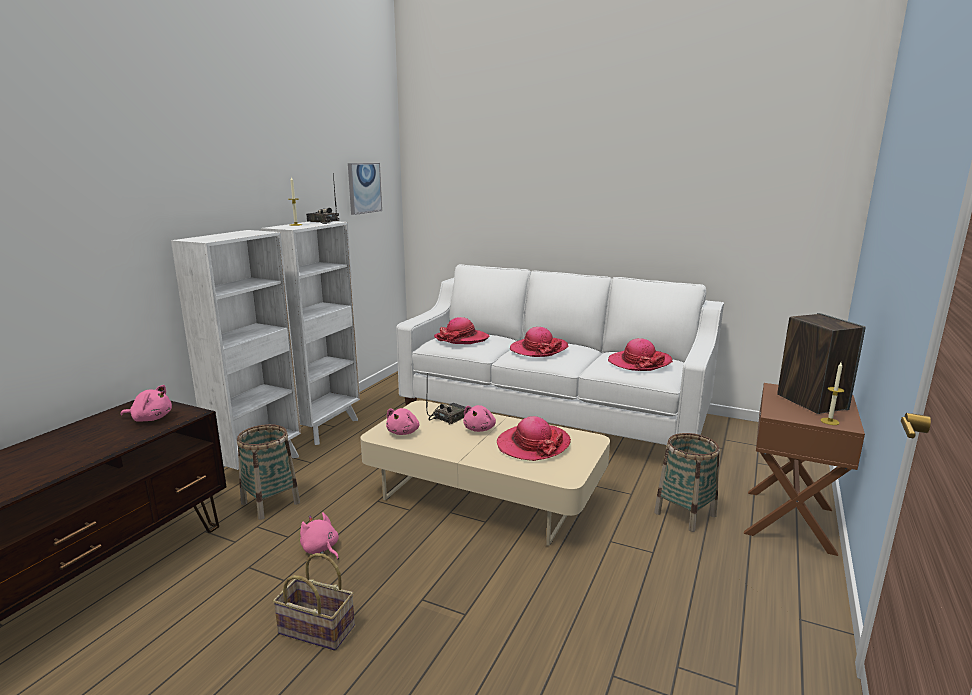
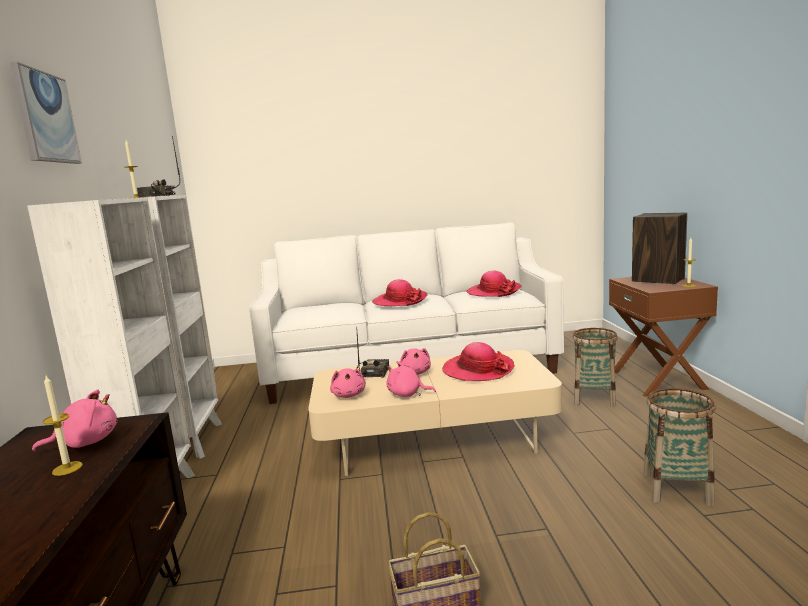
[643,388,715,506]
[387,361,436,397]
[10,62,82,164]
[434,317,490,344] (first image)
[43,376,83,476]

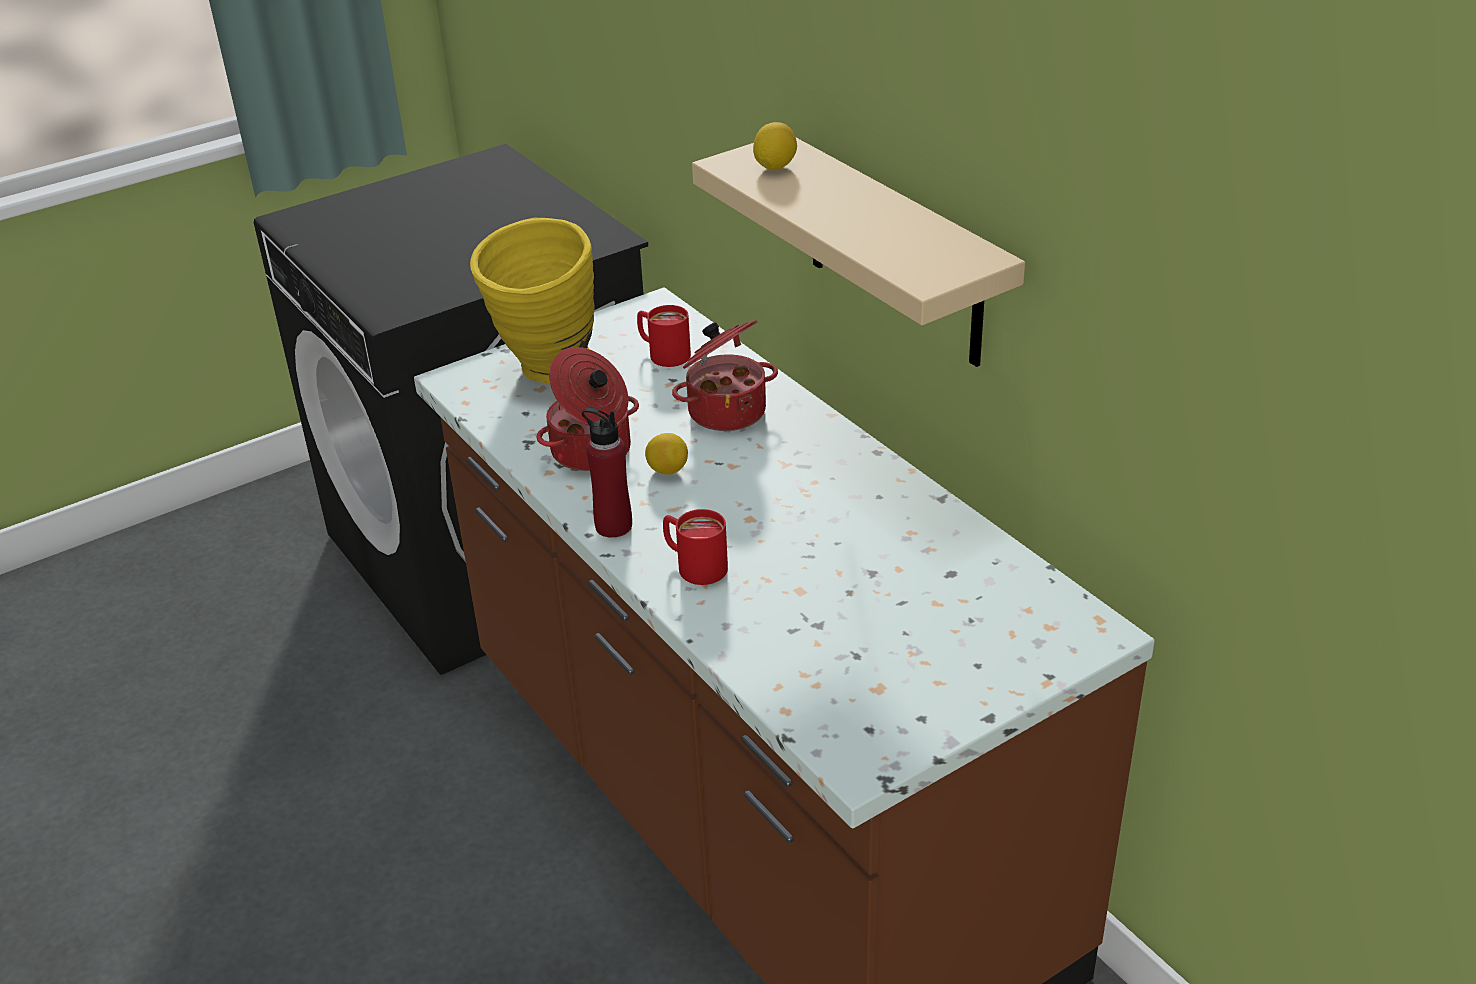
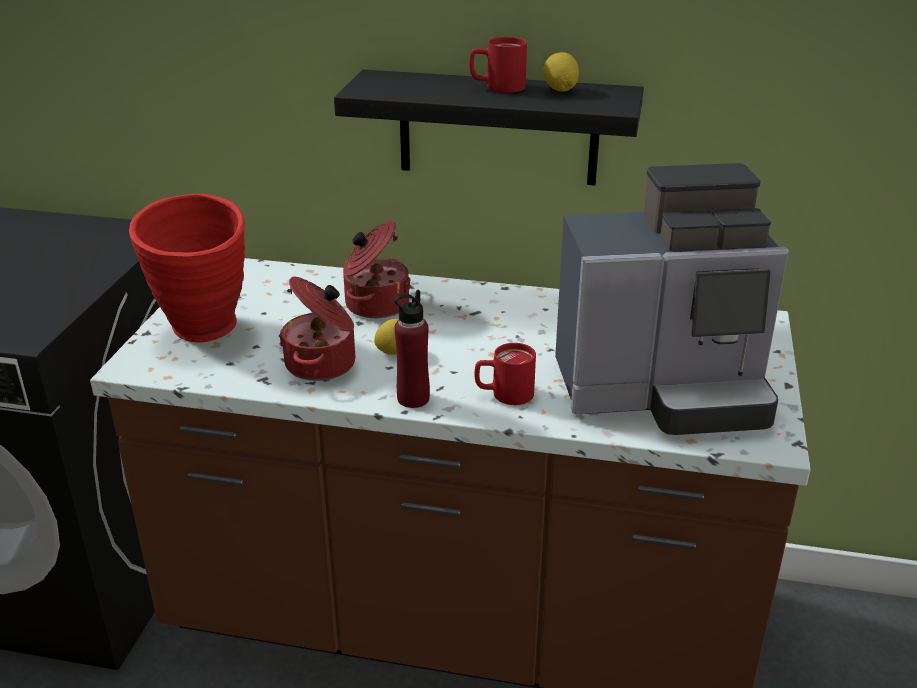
[129,193,245,343]
[469,37,527,93]
[334,70,644,186]
[543,52,579,92]
[555,163,789,435]

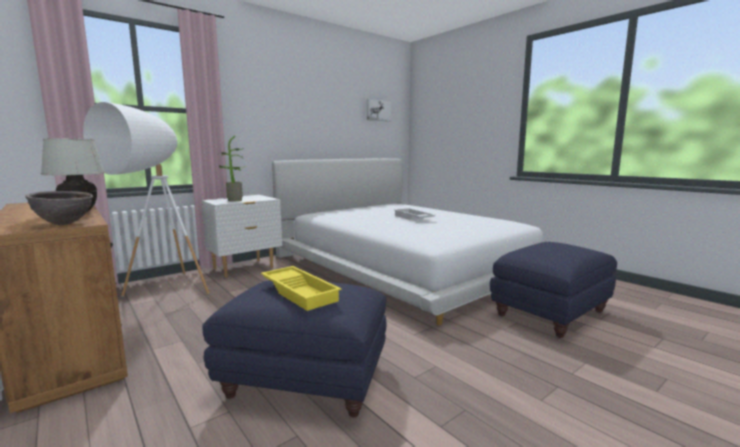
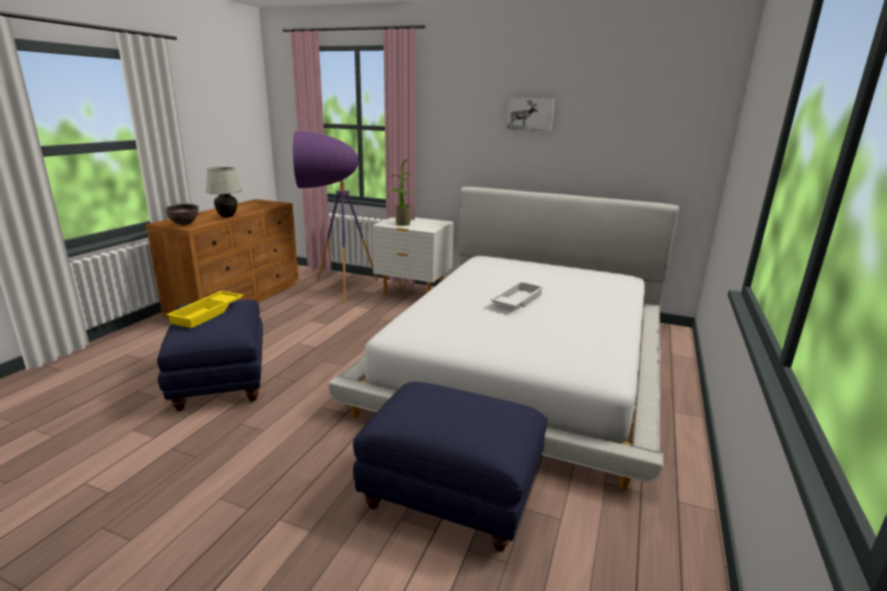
[293,131,378,302]
[507,98,554,131]

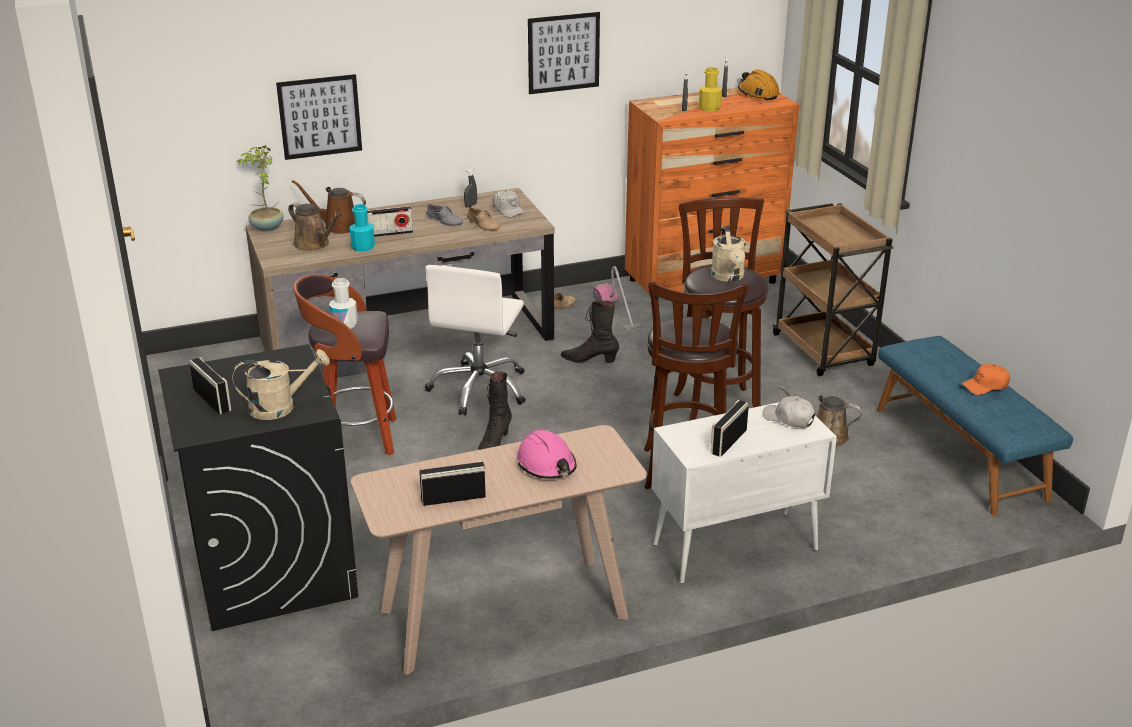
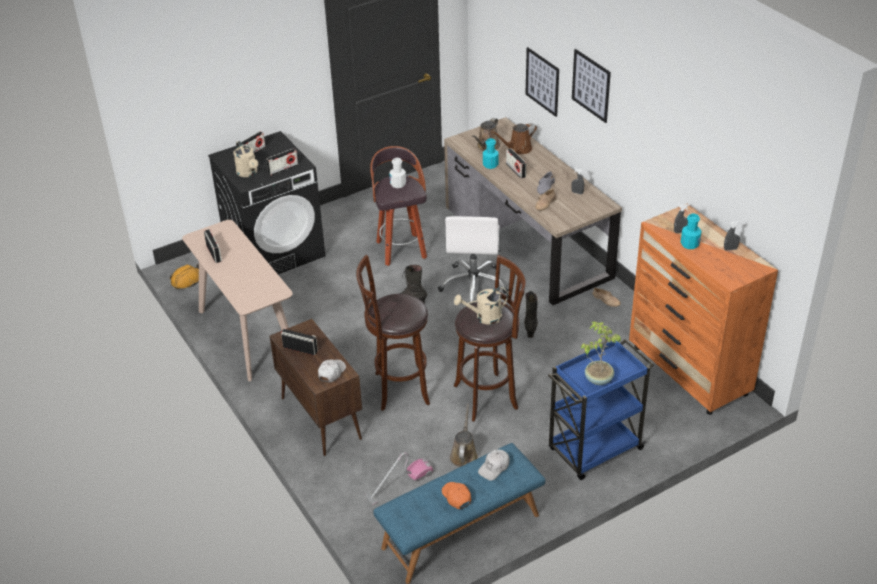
[581,321,622,385]
[491,123,537,154]
[438,216,509,304]
[478,450,510,481]
[517,430,577,479] (first image)
[572,49,611,123]
[365,453,434,505]
[269,319,362,456]
[680,214,702,249]
[170,264,199,289]
[548,339,654,480]
[266,148,298,176]

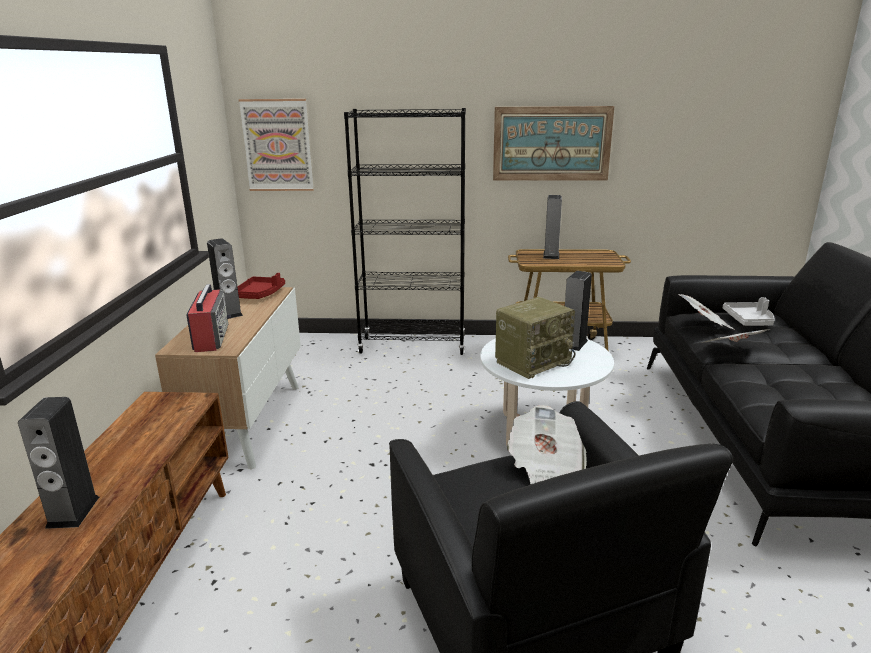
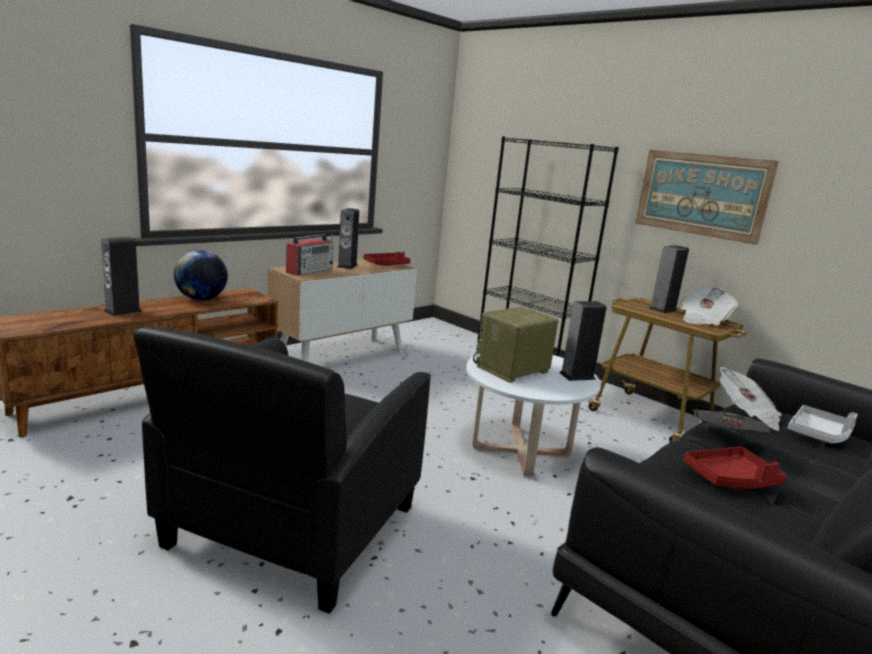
[239,99,314,191] (first image)
[473,307,558,383]
[681,287,738,325]
[174,250,228,300]
[683,447,787,489]

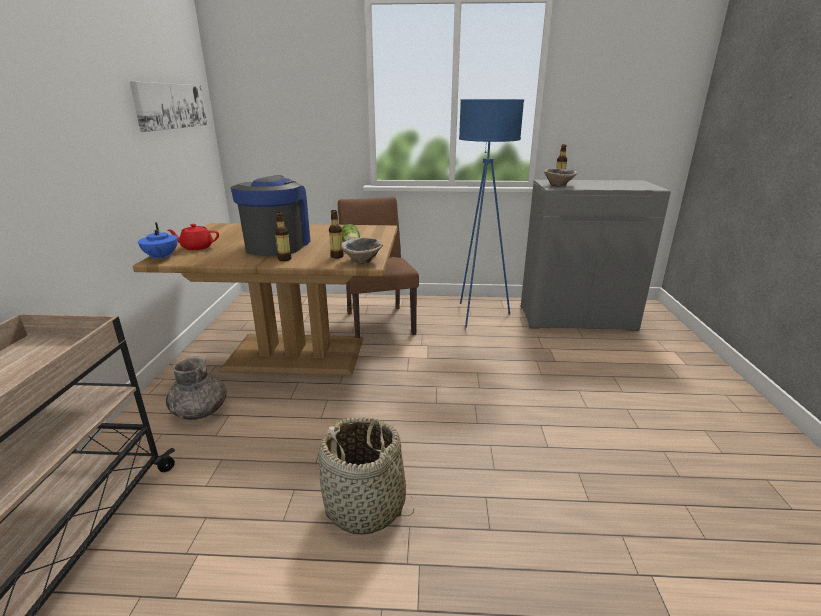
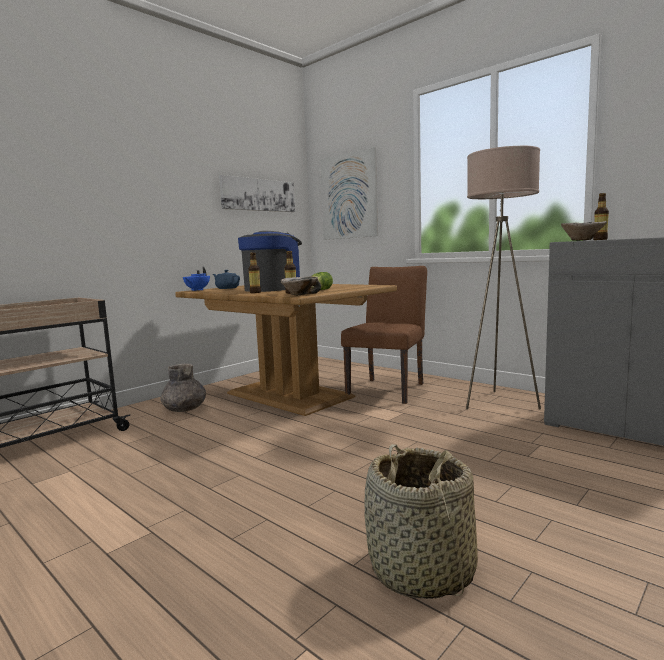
[213,270,240,289]
[364,444,478,599]
[466,146,541,409]
[320,147,378,240]

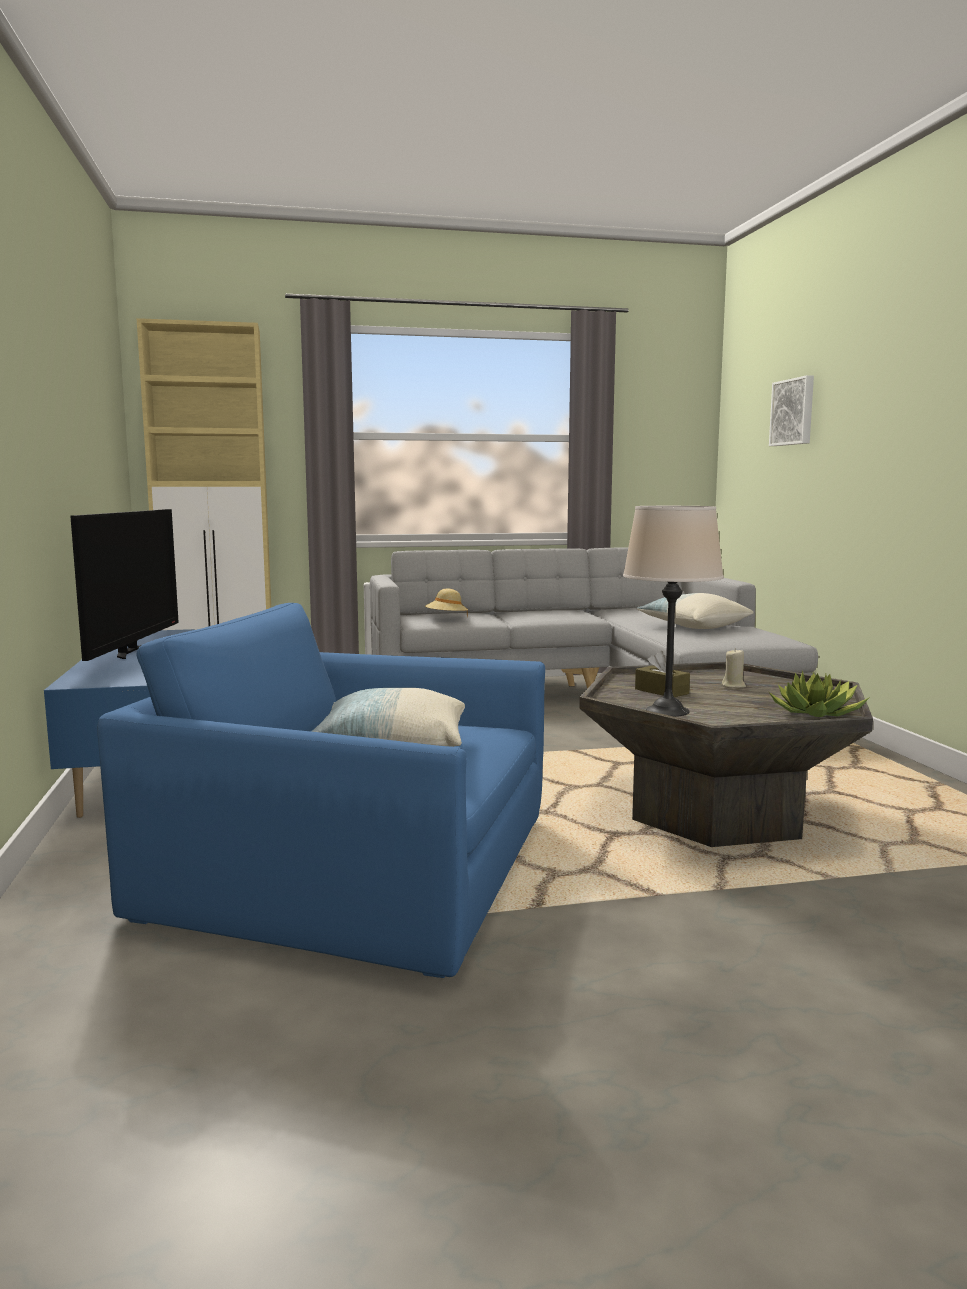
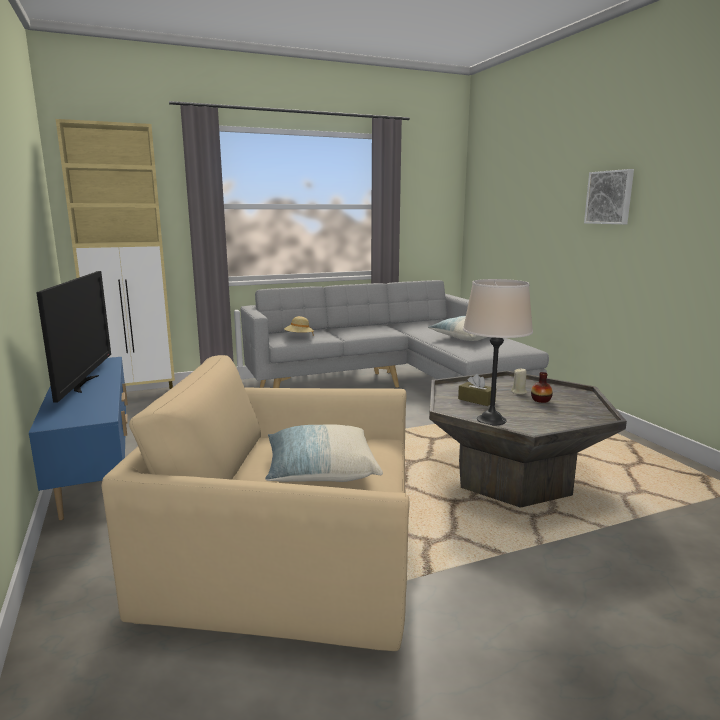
[102,355,410,651]
[584,169,634,224]
[769,671,870,717] (first image)
[531,372,553,403]

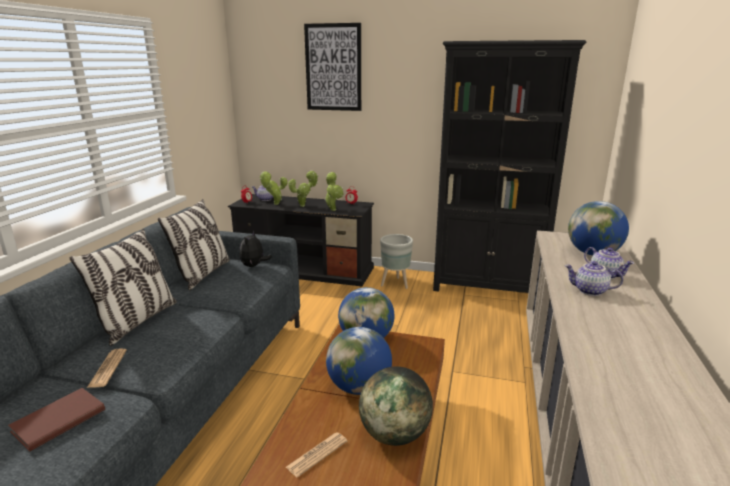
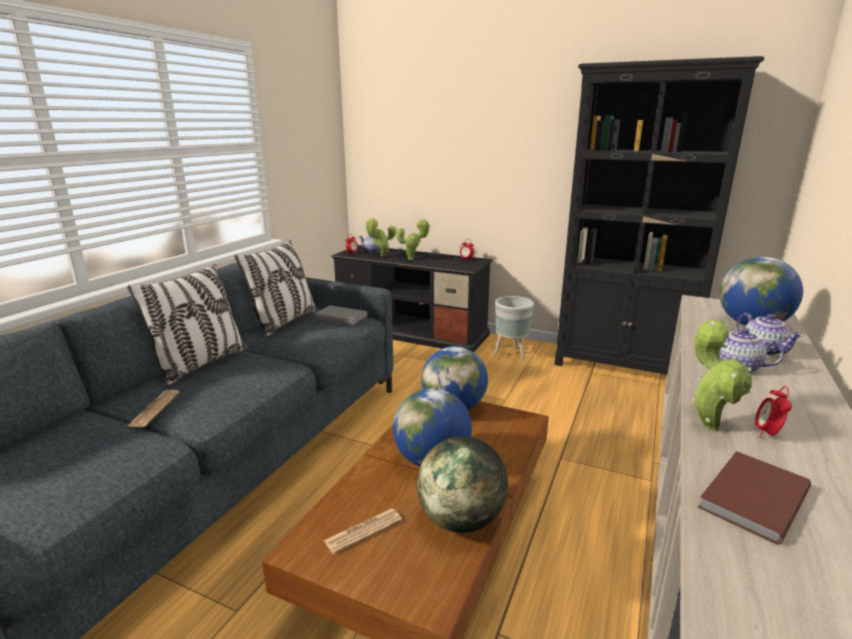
[698,451,811,545]
[314,305,368,325]
[304,23,361,111] (first image)
[691,320,752,431]
[755,386,792,438]

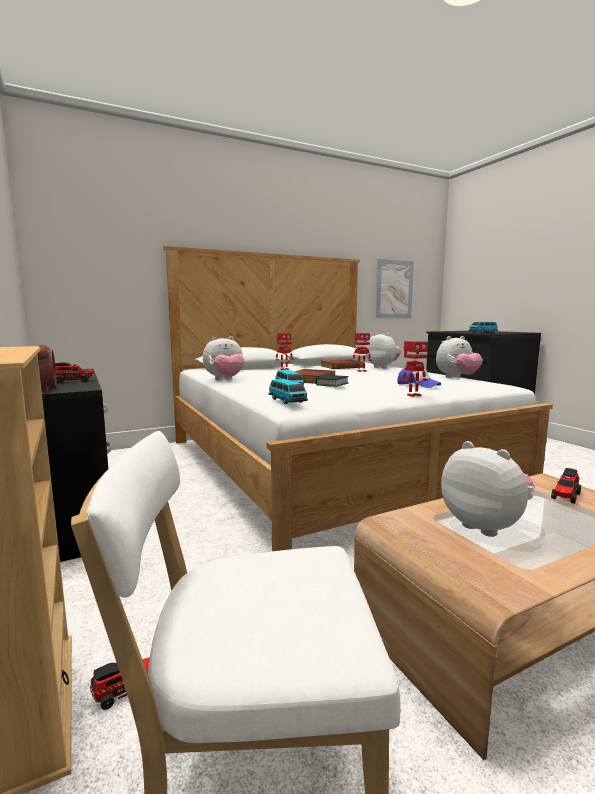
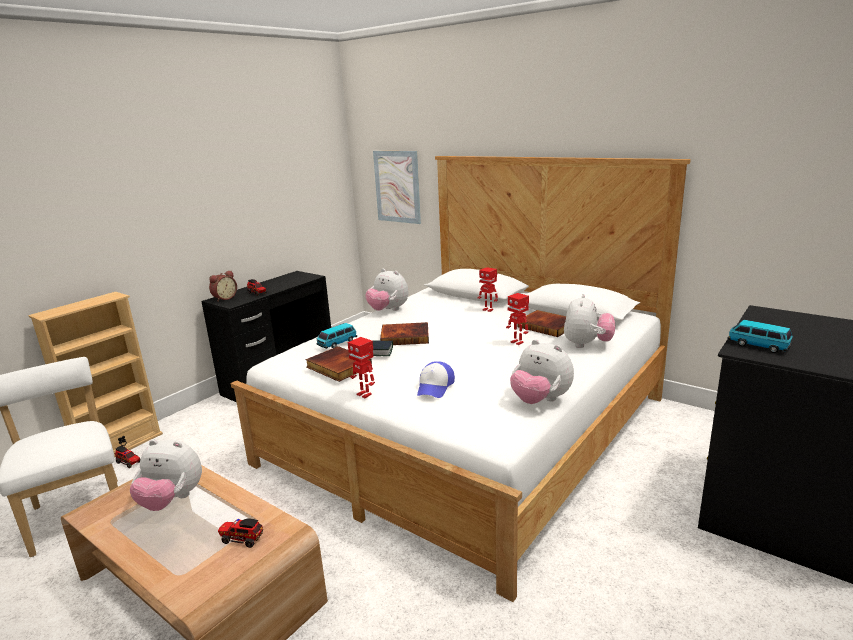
[269,379,308,404] (first image)
[373,151,421,224]
[130,439,202,511]
[306,346,372,382]

